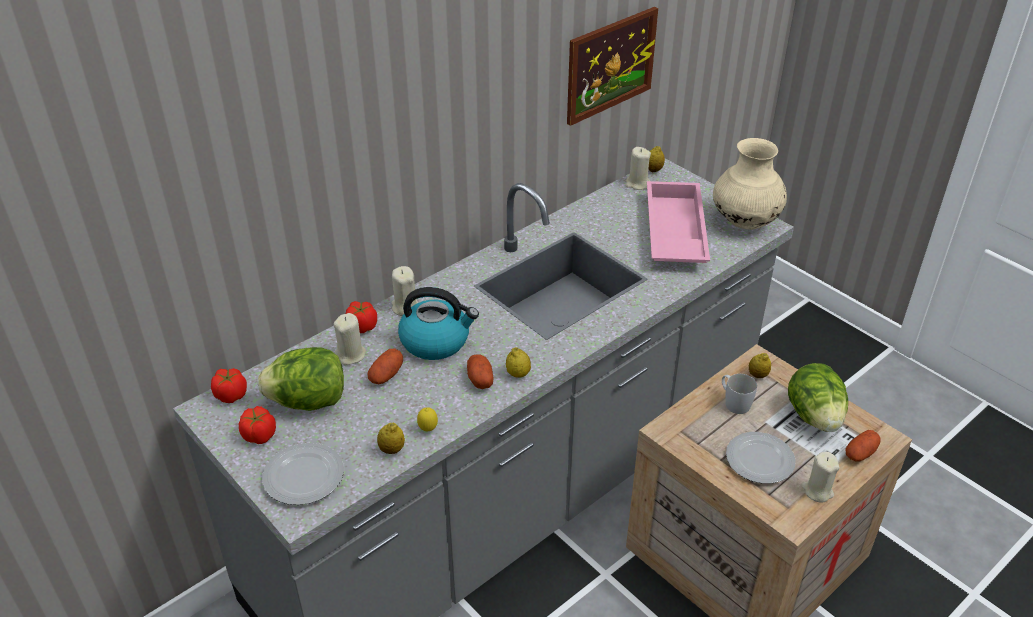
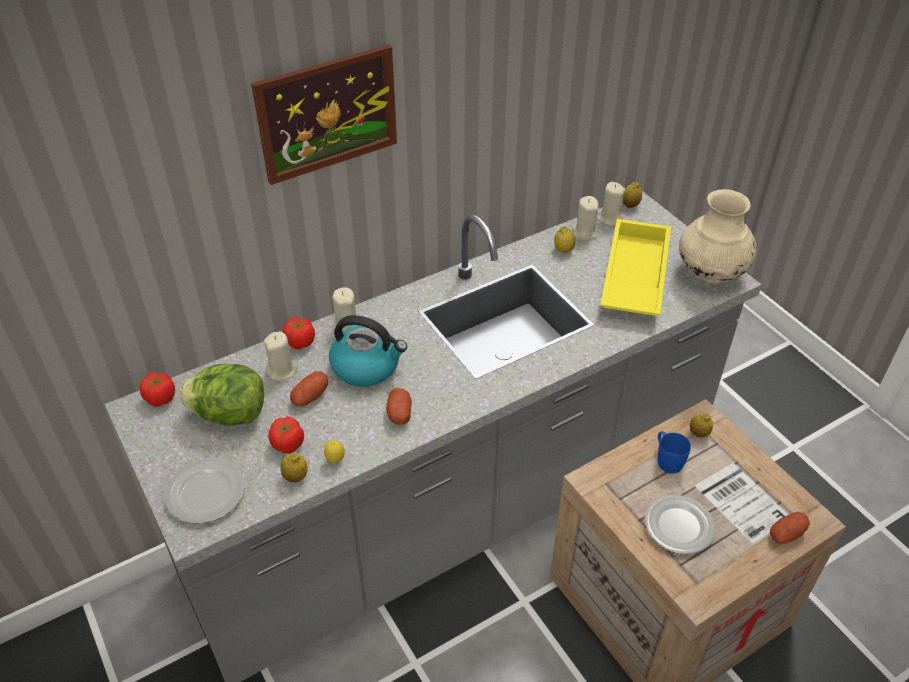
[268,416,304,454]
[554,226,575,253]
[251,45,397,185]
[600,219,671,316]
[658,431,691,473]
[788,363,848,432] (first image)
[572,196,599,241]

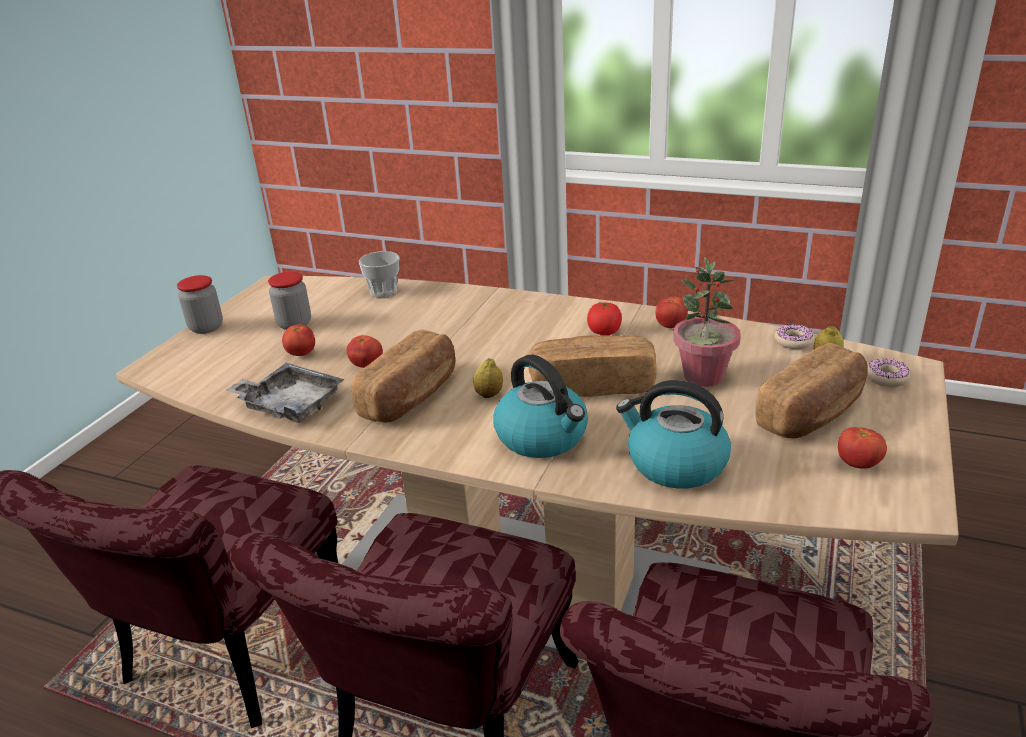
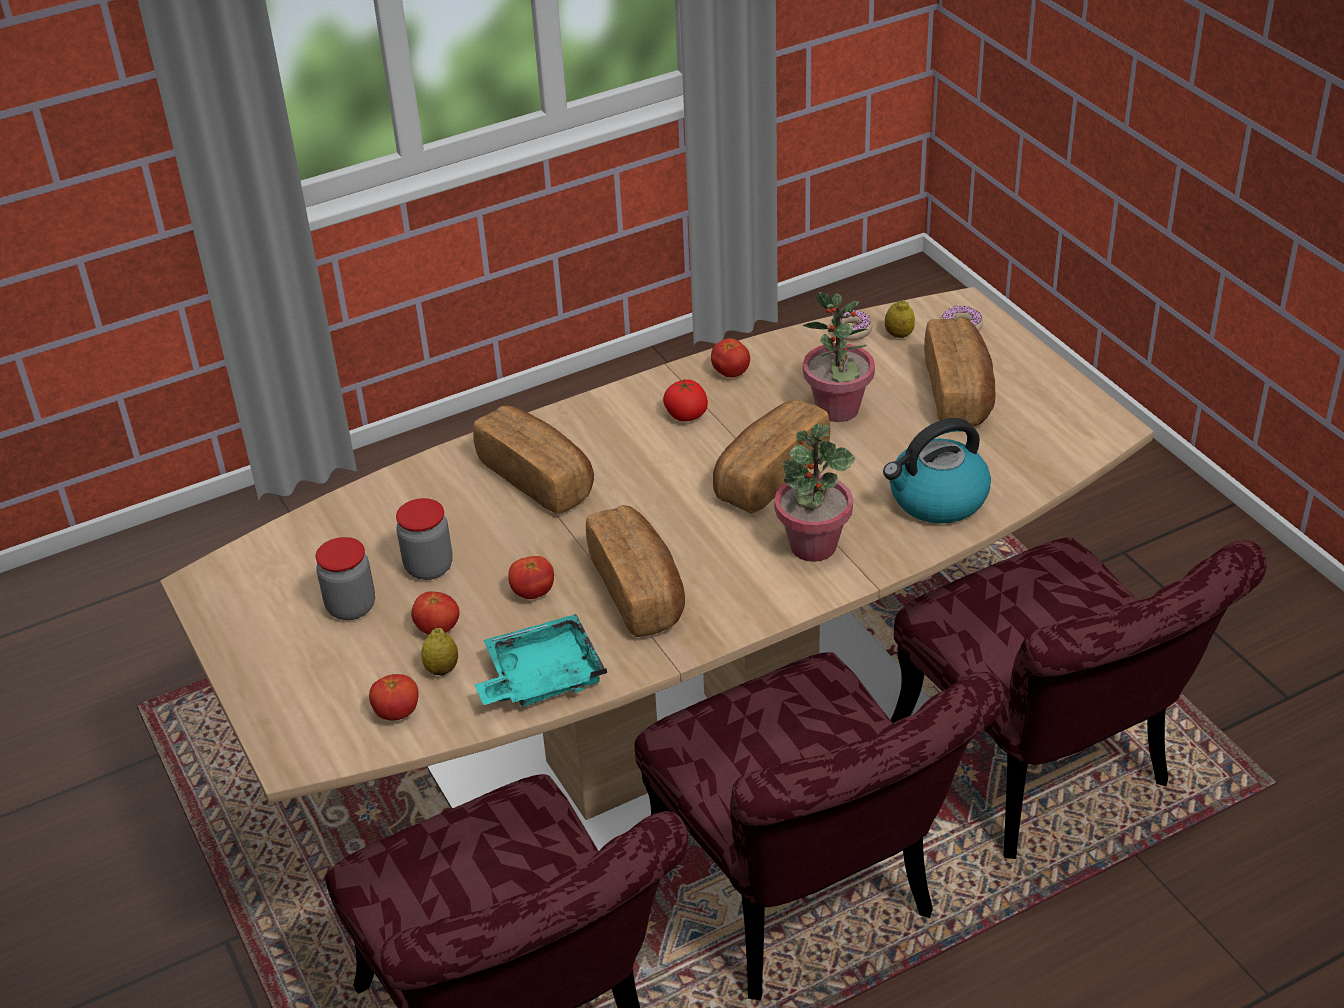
[396,498,453,580]
[474,614,607,707]
[359,251,399,297] (first image)
[421,628,458,676]
[775,423,855,562]
[369,674,419,721]
[473,405,594,514]

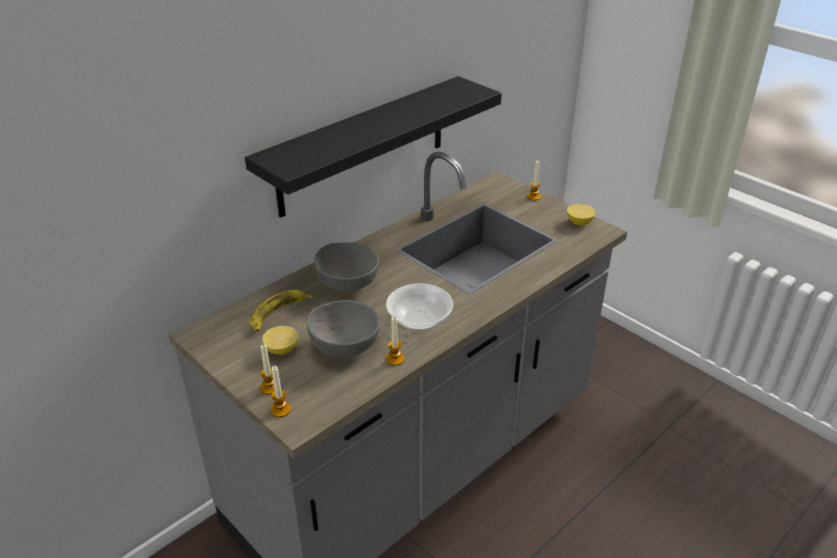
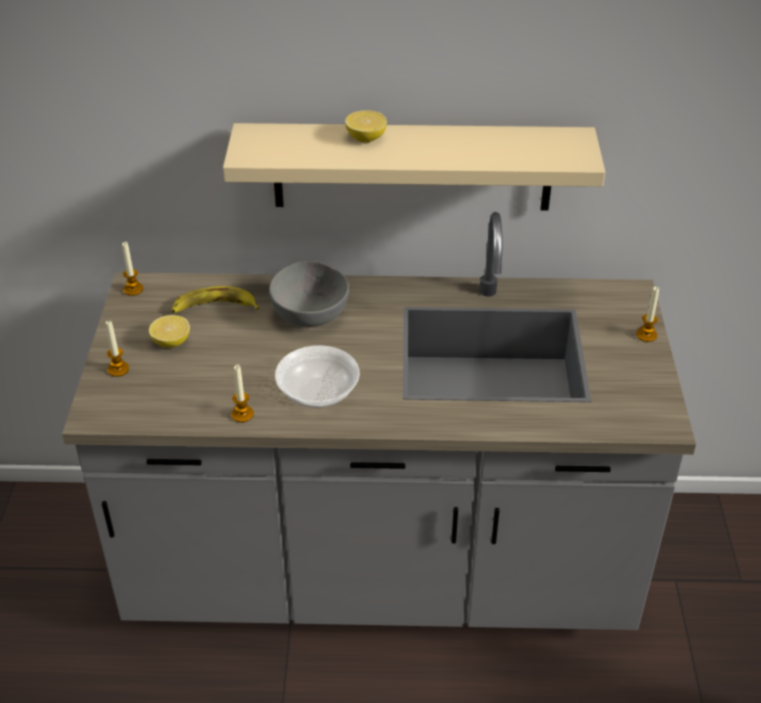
[223,123,605,211]
[122,242,143,296]
[307,300,380,357] (first image)
[345,110,387,143]

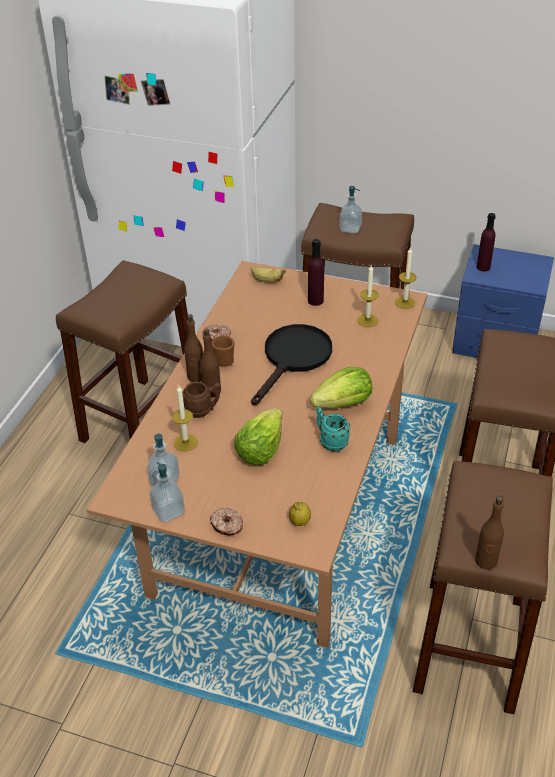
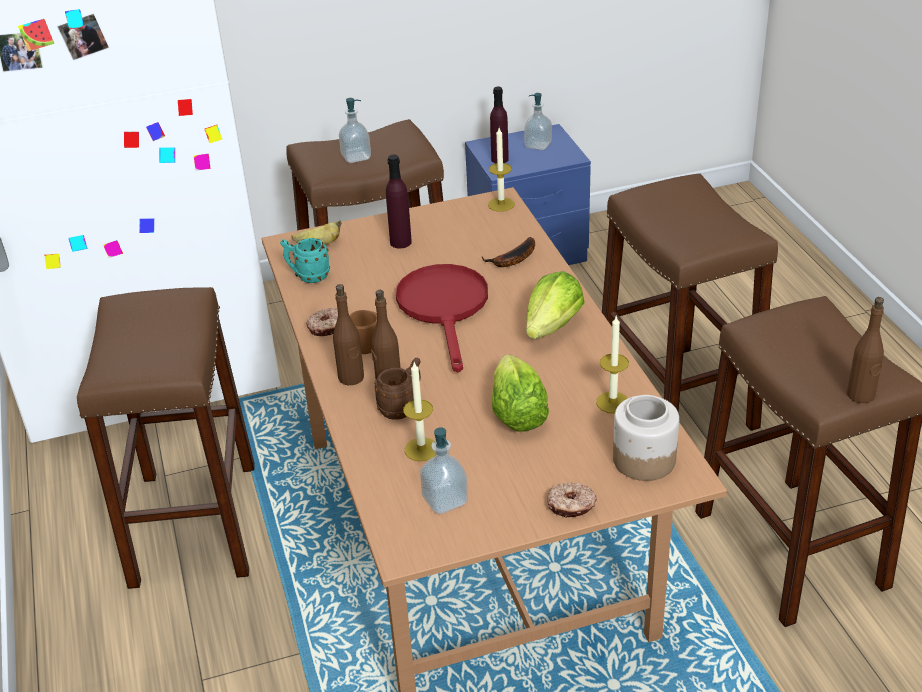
[524,93,552,150]
[396,264,488,373]
[613,395,679,481]
[280,238,330,283]
[596,316,629,414]
[482,237,535,267]

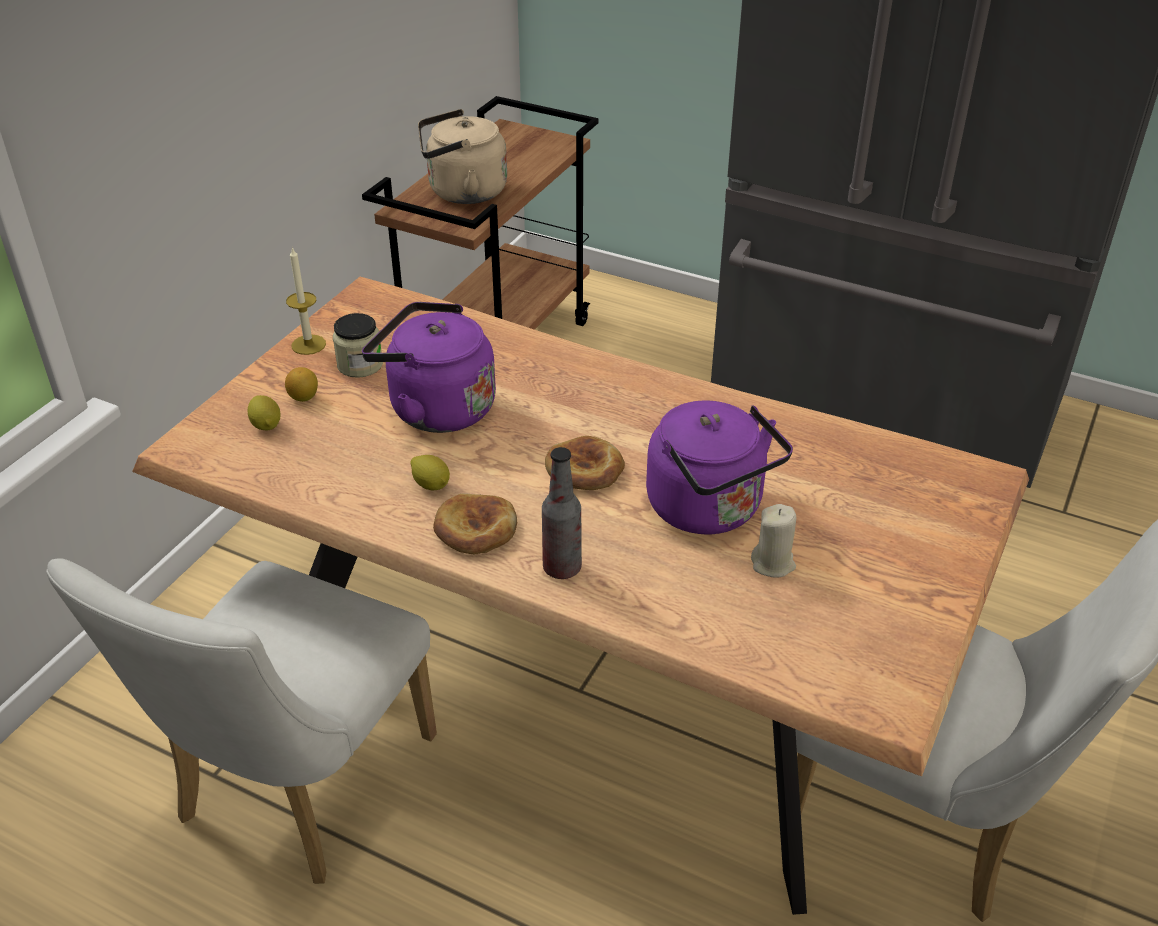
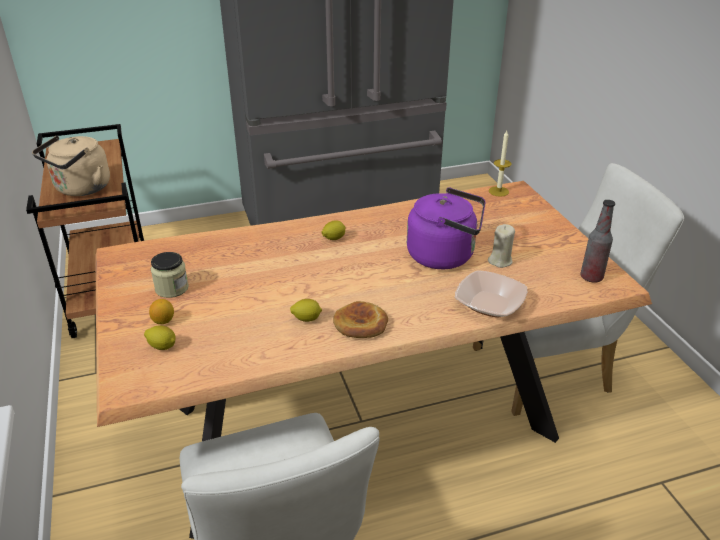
[489,131,511,197]
[362,302,496,433] (first image)
[581,200,615,283]
[545,436,625,490] (first image)
[322,220,346,240]
[455,270,527,318]

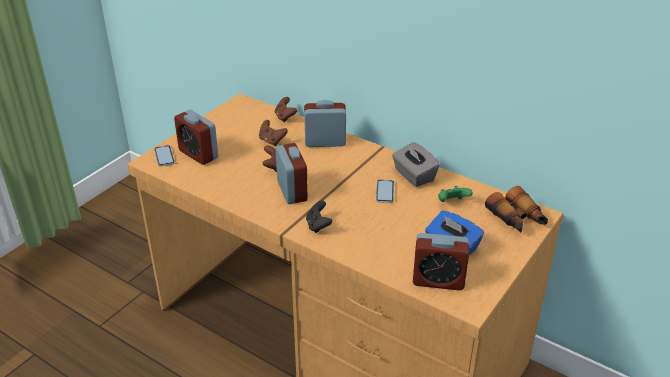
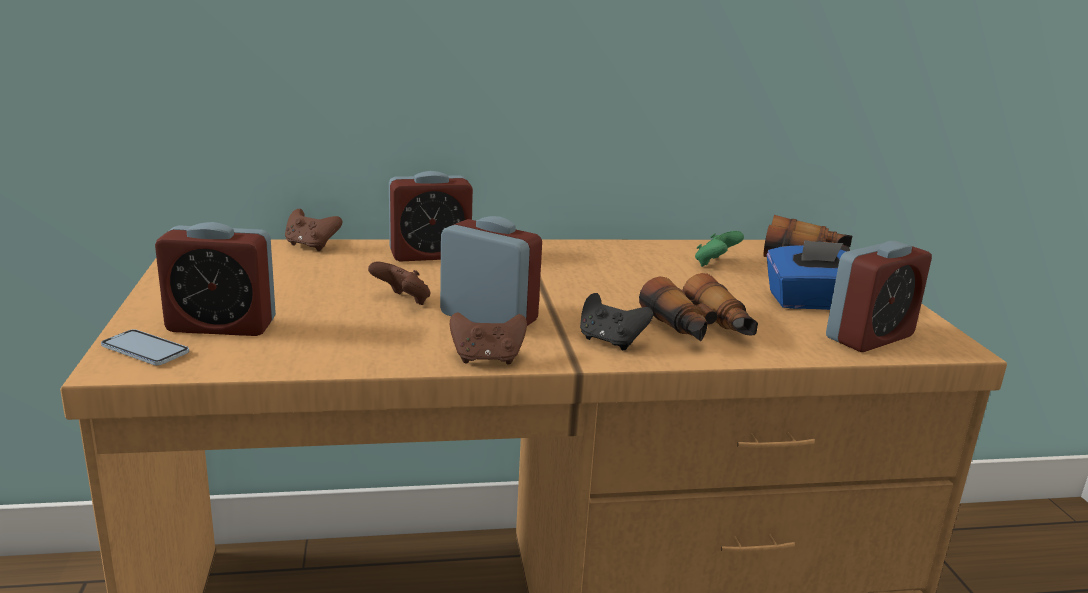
[450,312,527,365]
[389,171,473,262]
[376,180,394,203] (first image)
[392,142,440,187] (first image)
[639,273,758,341]

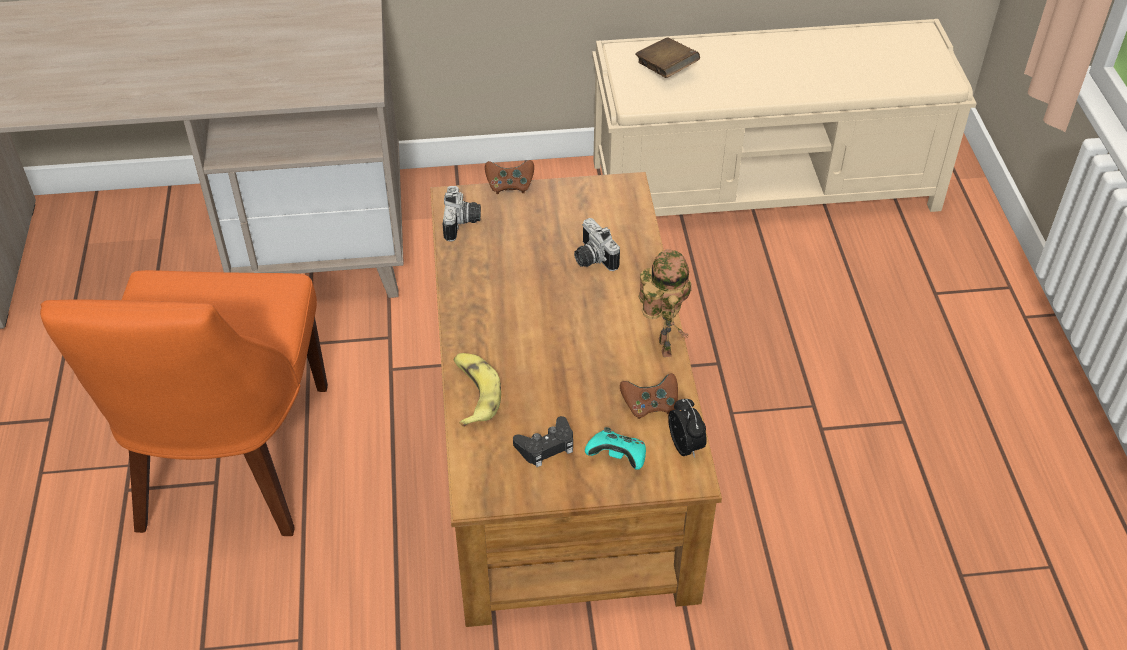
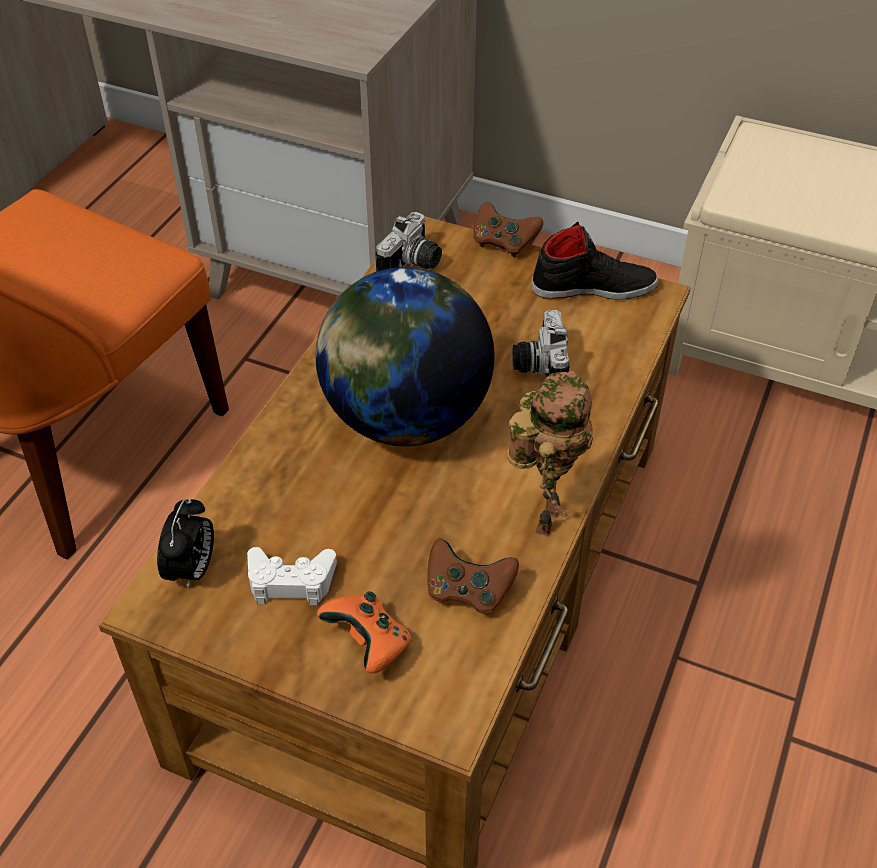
[454,353,501,427] (first image)
[247,547,337,606]
[317,591,412,674]
[635,37,700,78] (first image)
[157,499,214,590]
[315,267,495,446]
[532,222,658,300]

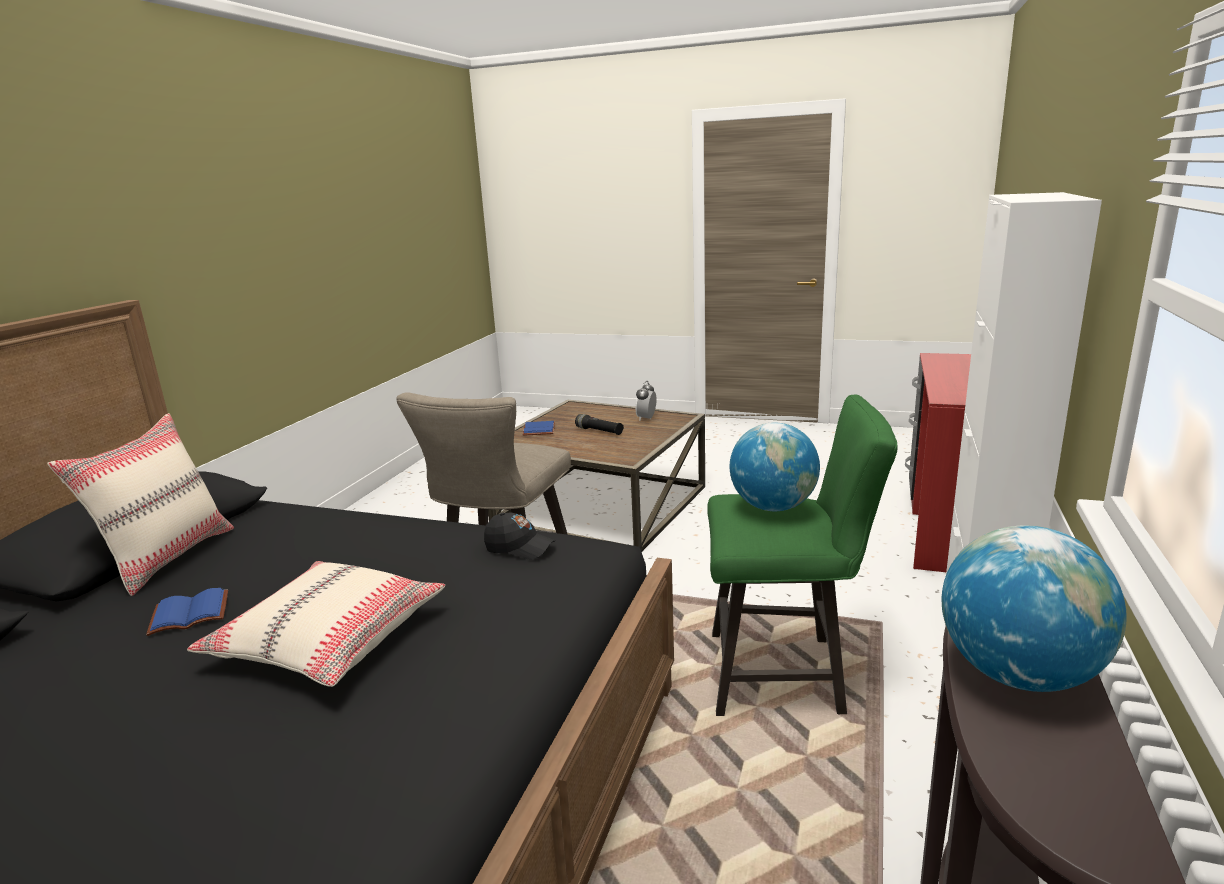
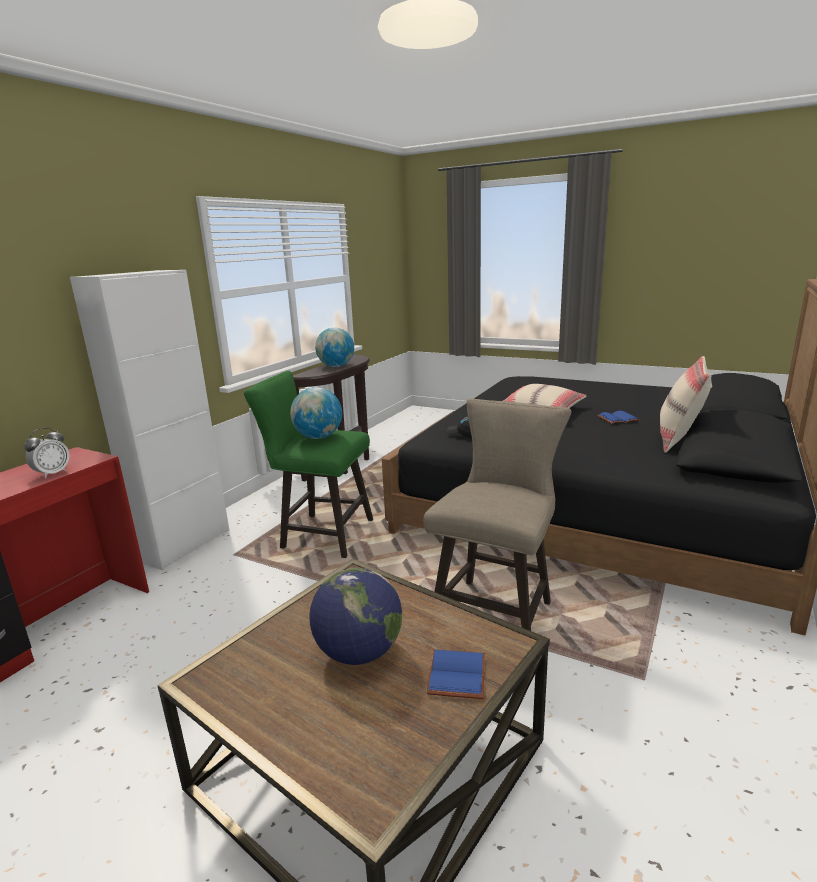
[309,568,402,665]
[24,428,70,478]

